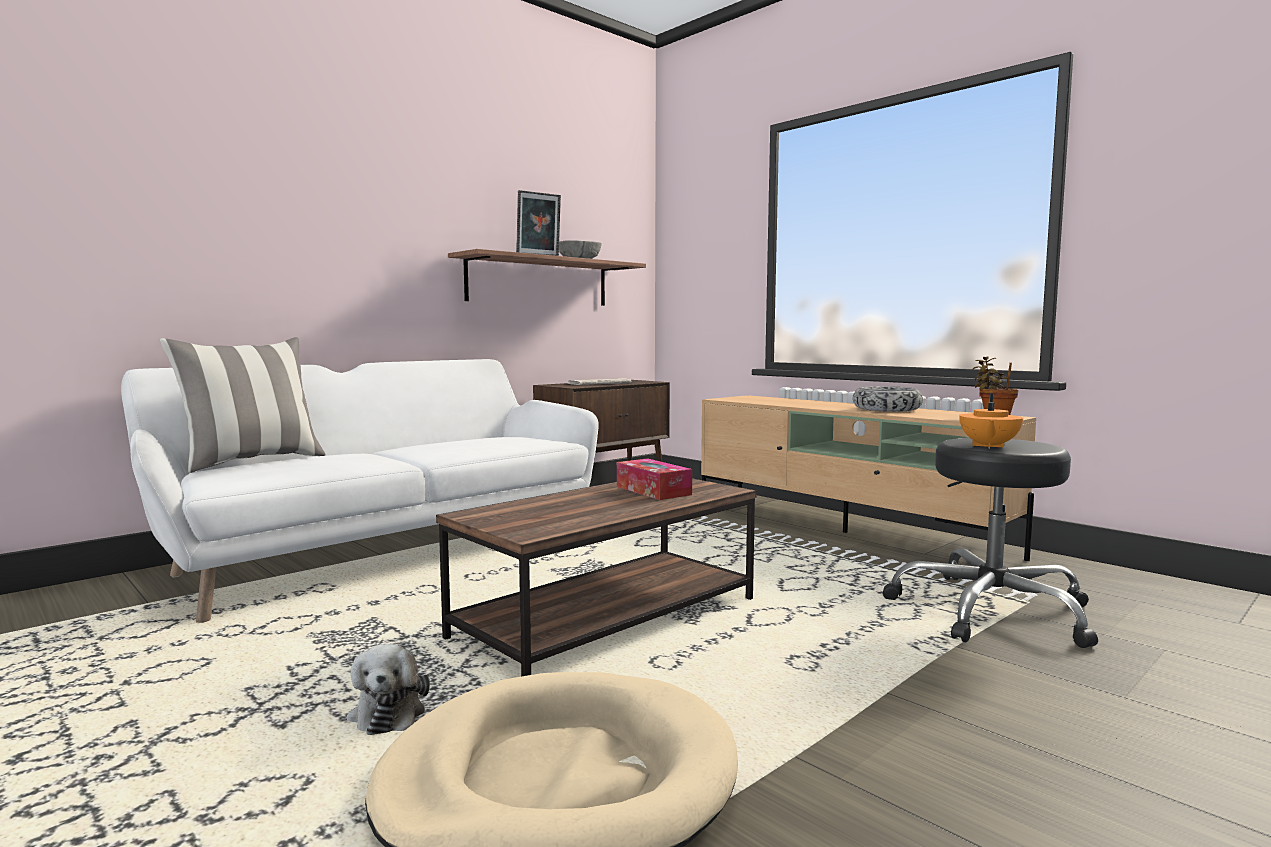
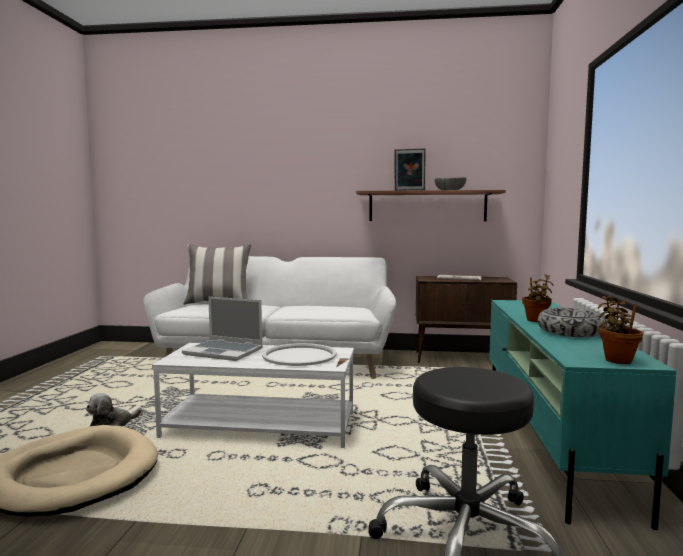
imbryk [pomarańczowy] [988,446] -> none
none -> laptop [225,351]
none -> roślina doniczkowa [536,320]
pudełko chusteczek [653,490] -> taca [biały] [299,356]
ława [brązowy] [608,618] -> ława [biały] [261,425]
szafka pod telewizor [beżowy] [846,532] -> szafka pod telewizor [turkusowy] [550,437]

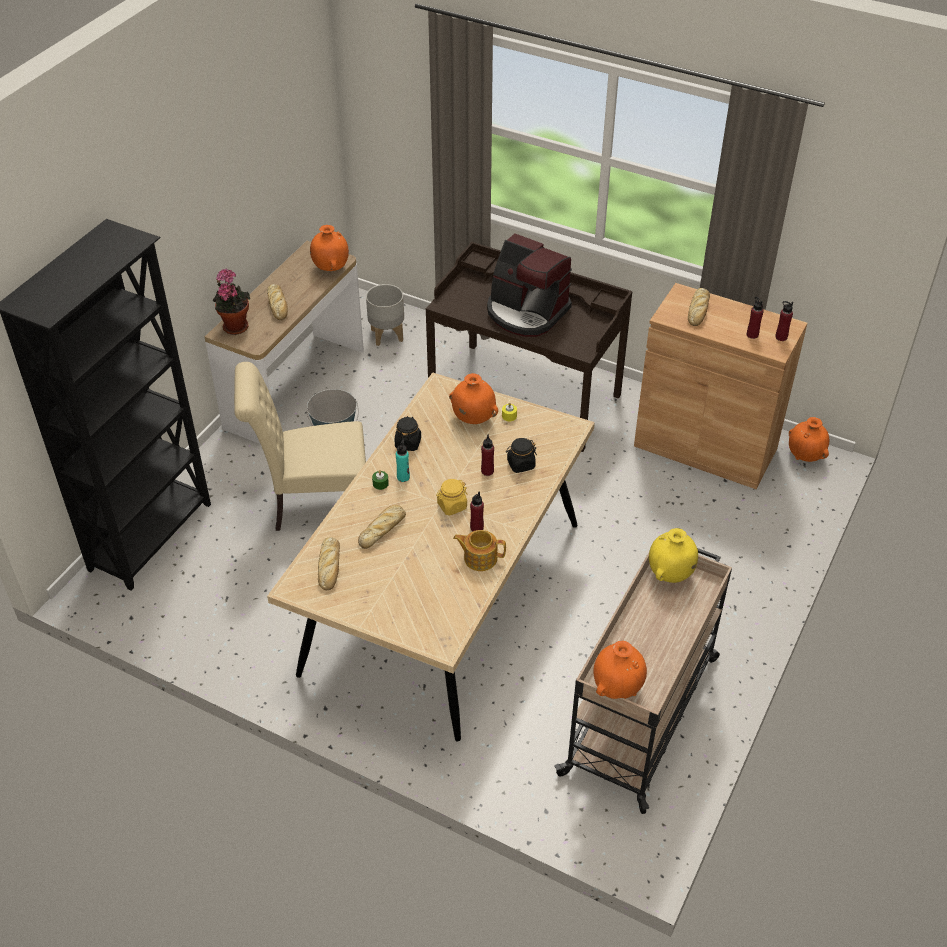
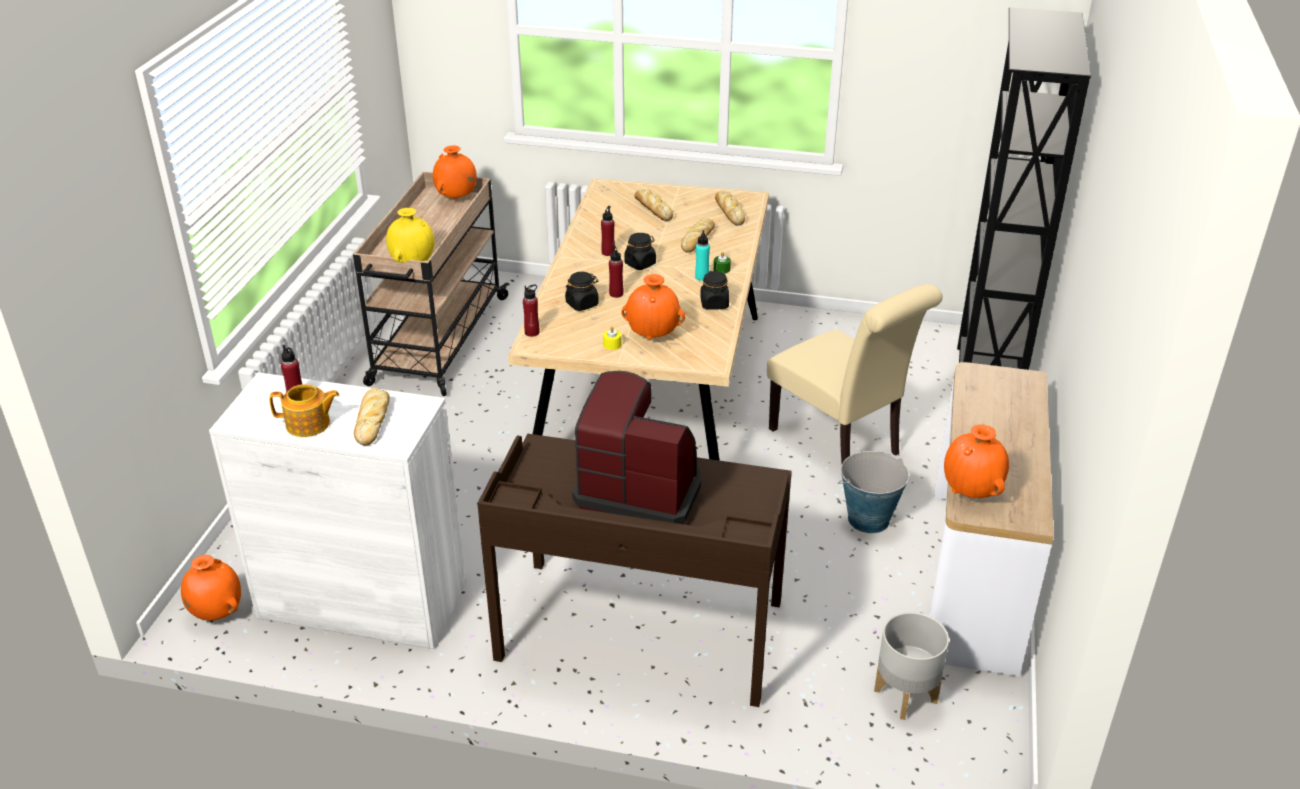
roślina doniczkowa [234,326] -> none
chleb [278,305] -> chleb [652,209], moved
imbryk [479,558] -> imbryk [309,424], moved
butelka [czerwony] [781,337] -> butelka [czerwony] [532,332], moved
słoik [żółty] [452,506] -> słoik [czarny] [640,264]
szafka [brązowy] [705,447] -> szafka [biały] [362,600]
krzesło [beżowy] [313,504] -> krzesło [beżowy] [840,444], 75 degrees clockwise

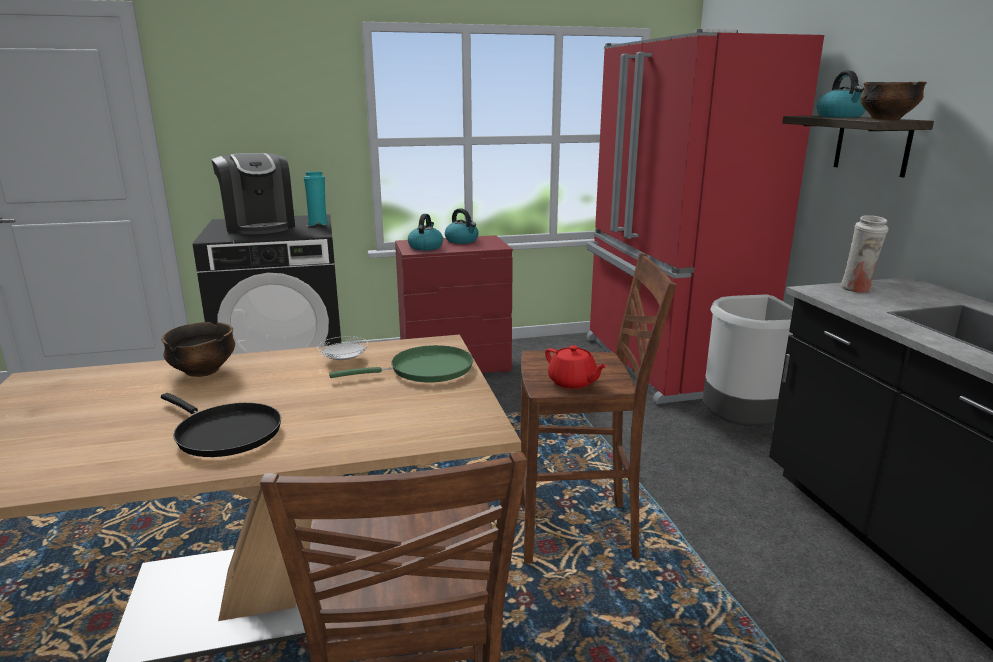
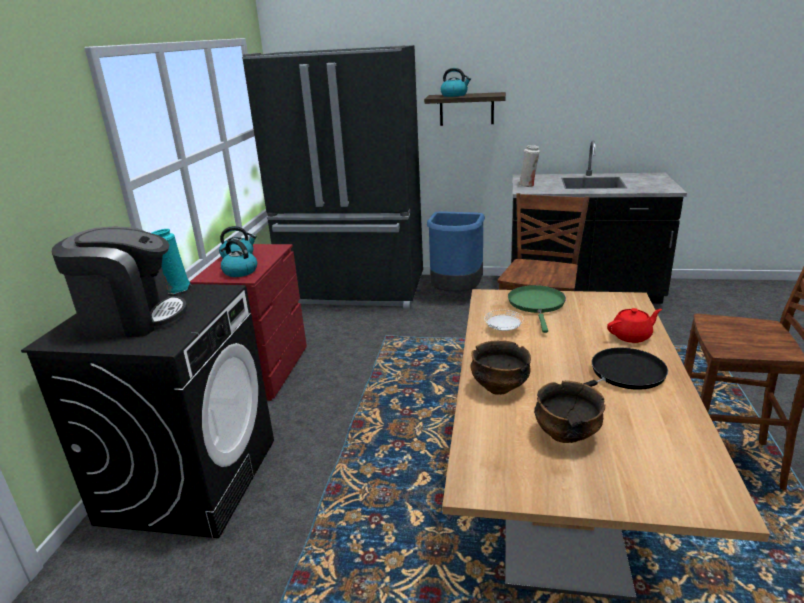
imbryk [czerwony] [573,382] -> imbryk [czerwony] [632,336], moved
miska [886,119] -> miska [566,434], moved
lodówka [czerwony] [665,364] -> lodówka [czarny] [354,291]
kosz na śmieci [szary] [741,427] -> kosz na śmieci [niebieski] [455,294]

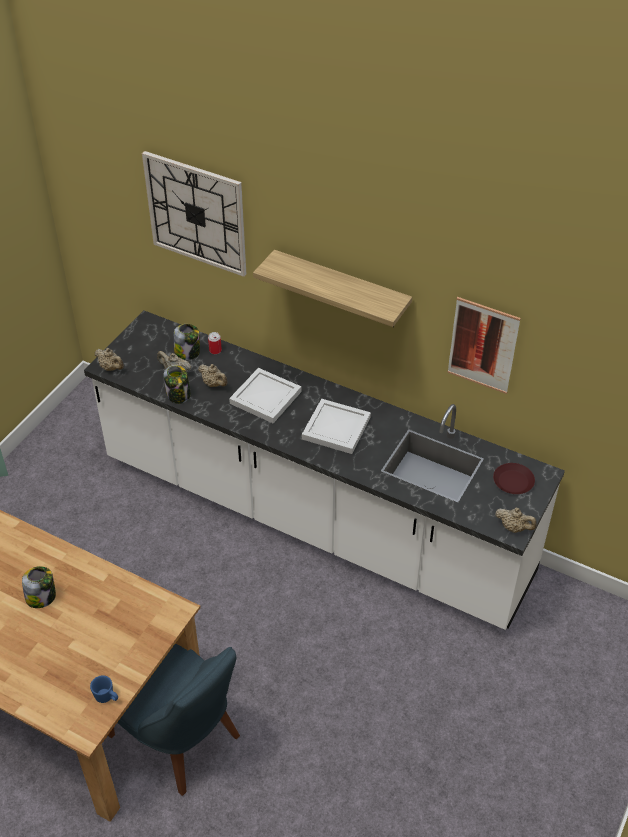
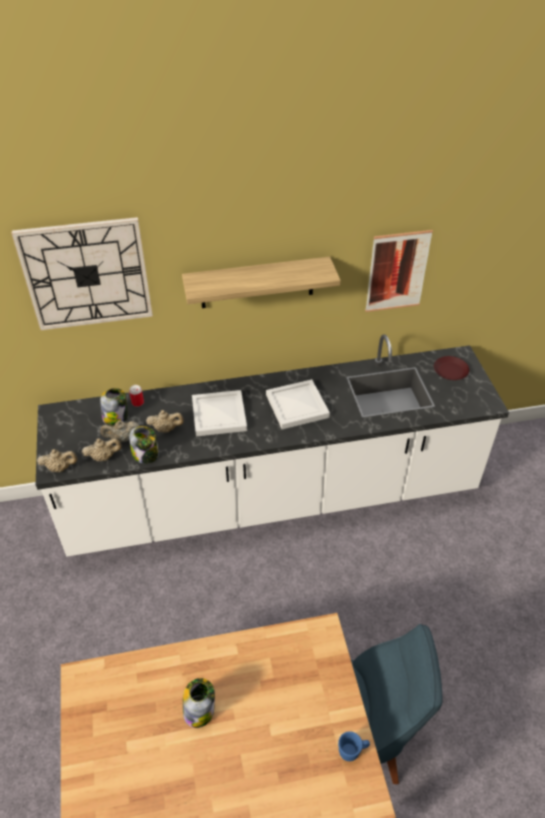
imbryk [beżowy] [514,528] -> imbryk [beżowy] [103,457], moved

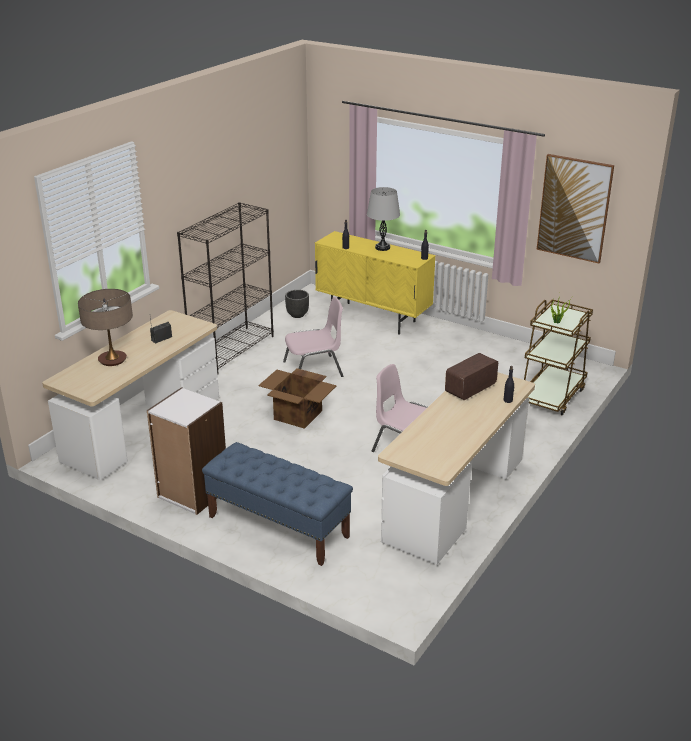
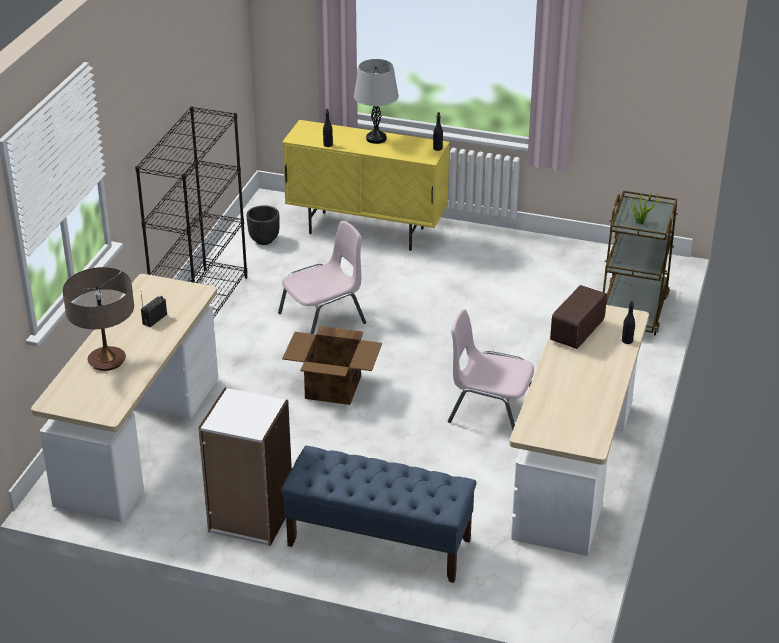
obraz [574,208] -> none

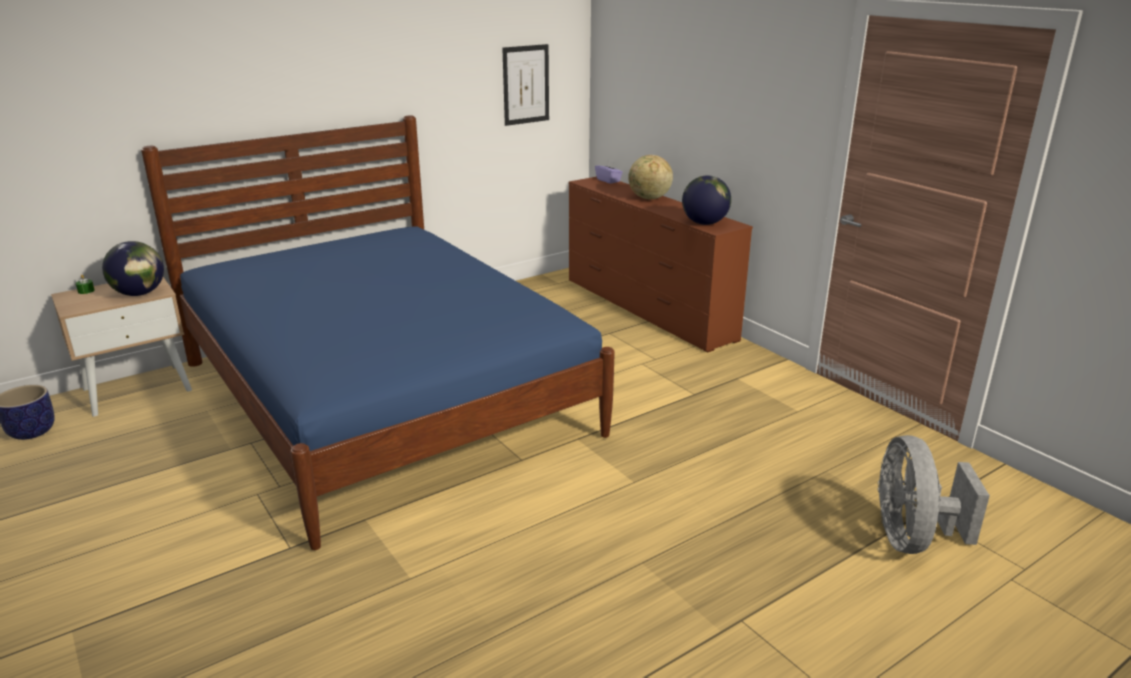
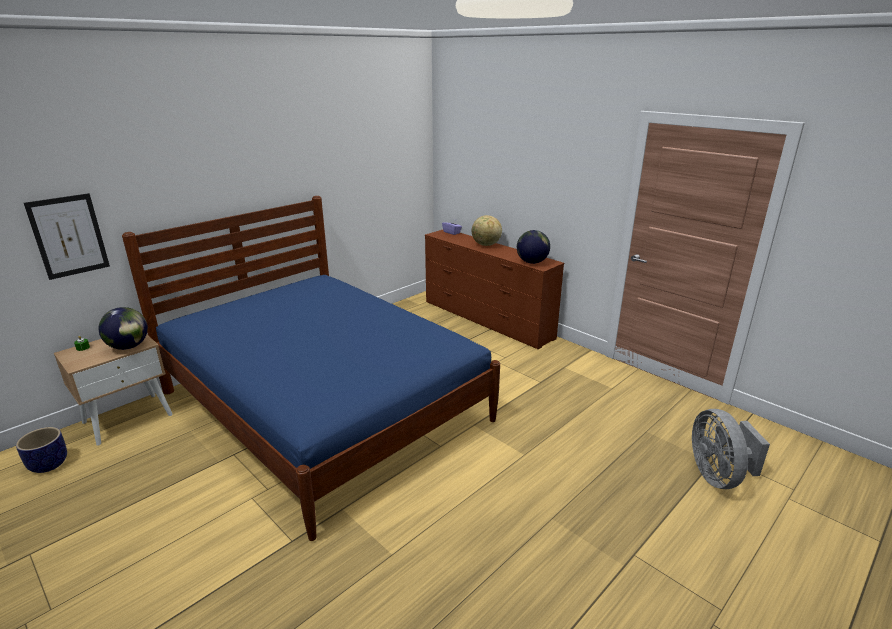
obraz [526,84] -> obraz [69,236], moved

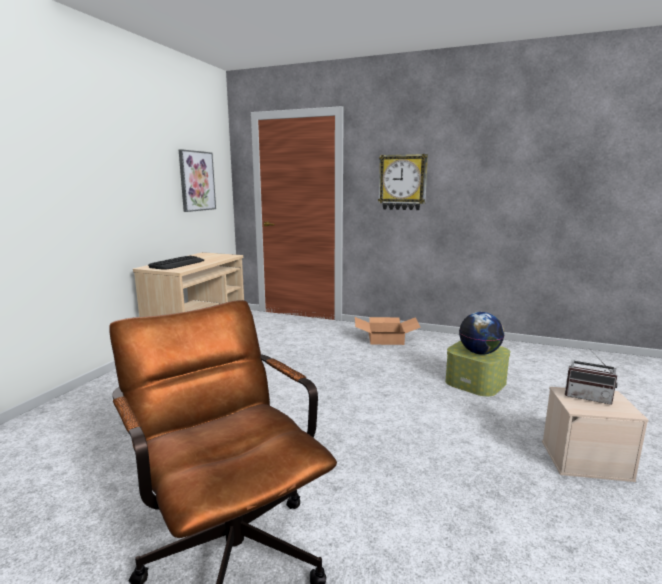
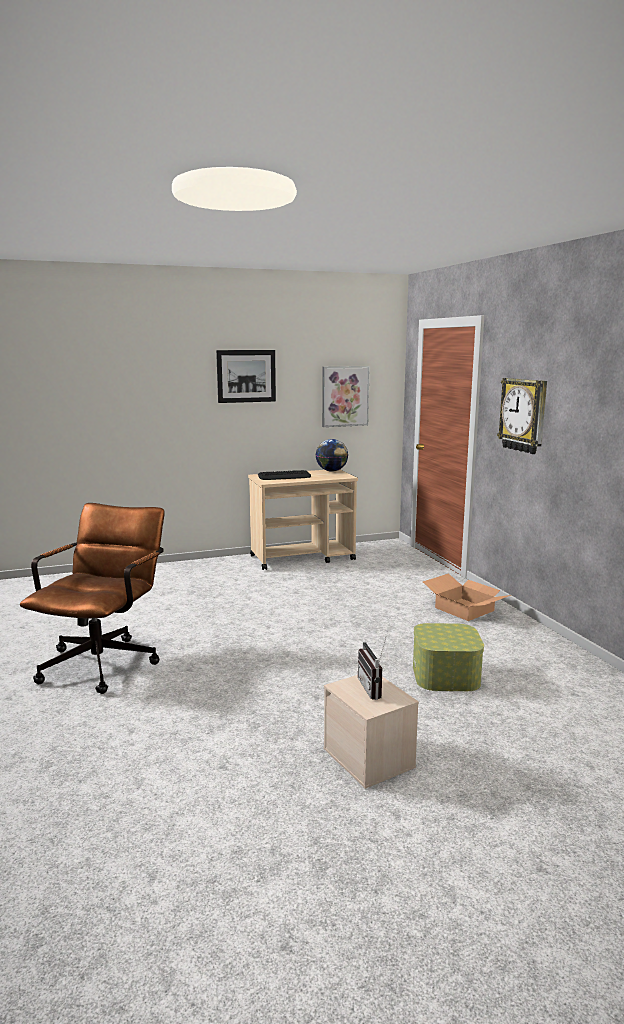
none -> obraz [246,376]
globus [479,352] -> globus [331,471], moved

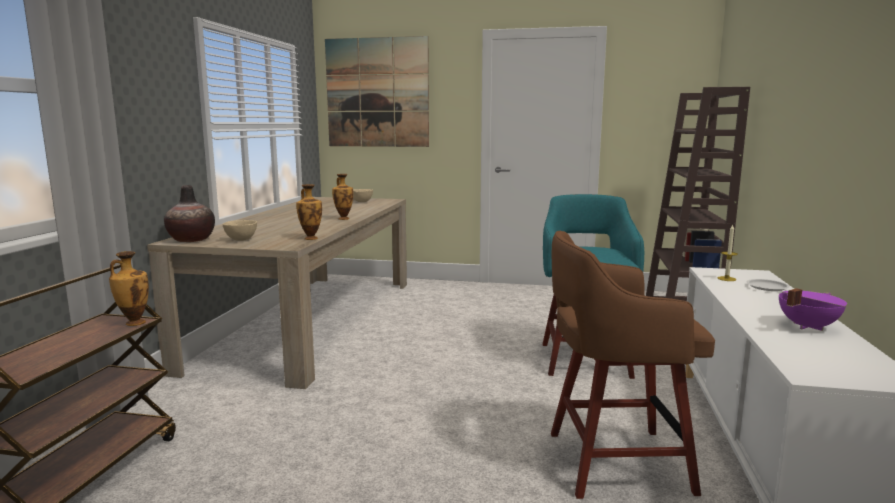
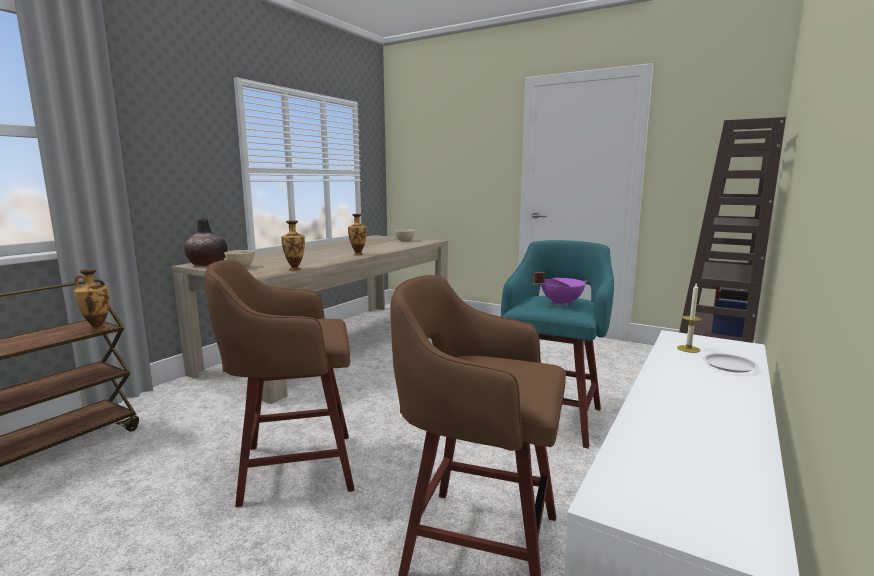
obraz [377,93] -> none
none -> stołek [brązowy] [293,468]
garnek [fioletowy] [806,326] -> garnek [fioletowy] [560,303], moved

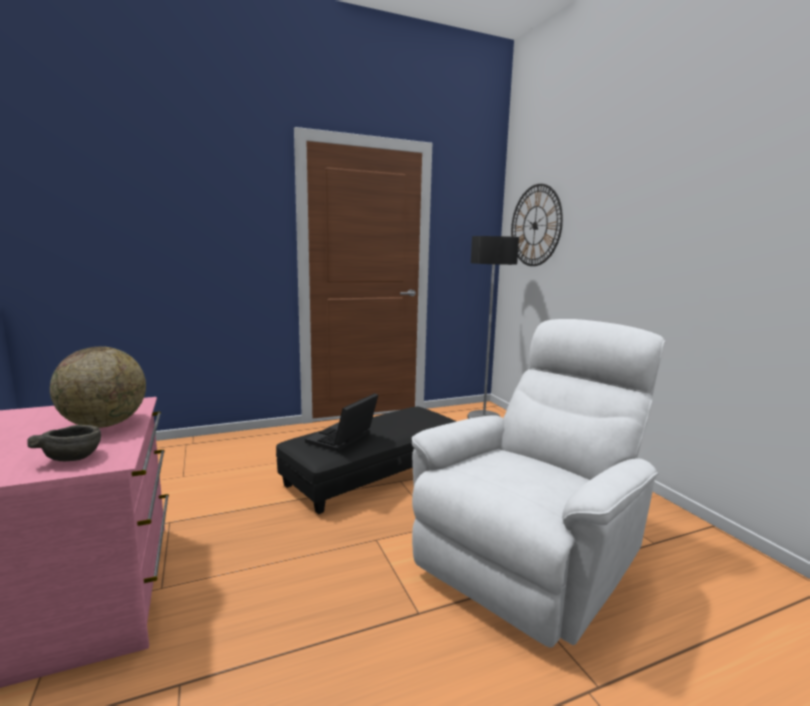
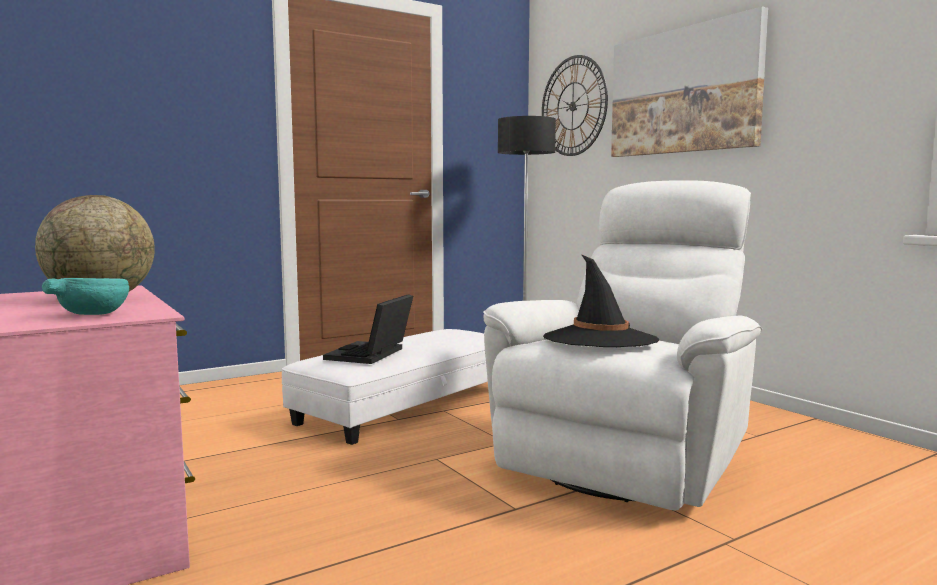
none -> kapelusz [czarny] [600,339]
none -> obraz [683,91]
miska [szary] [73,457] -> miska [turkusowy] [93,314]
pufa [czarny] [375,472] -> pufa [biały] [407,405]

